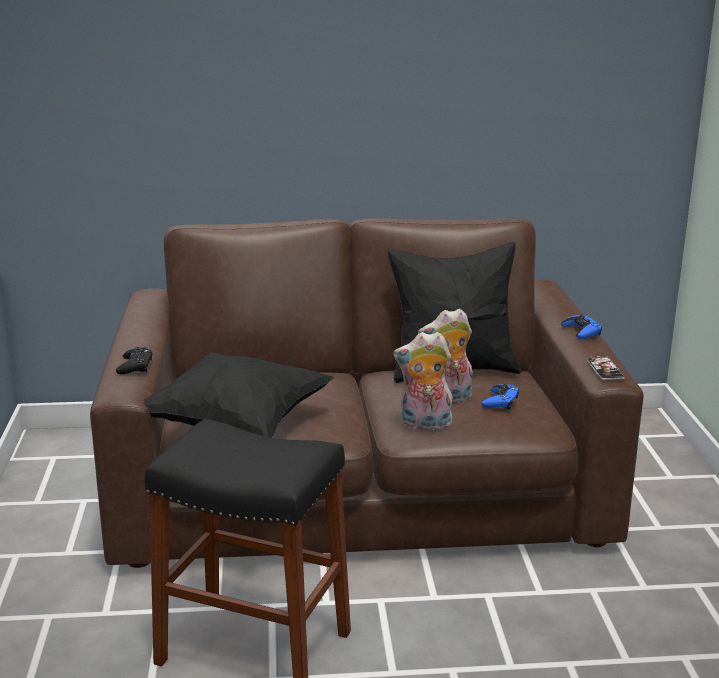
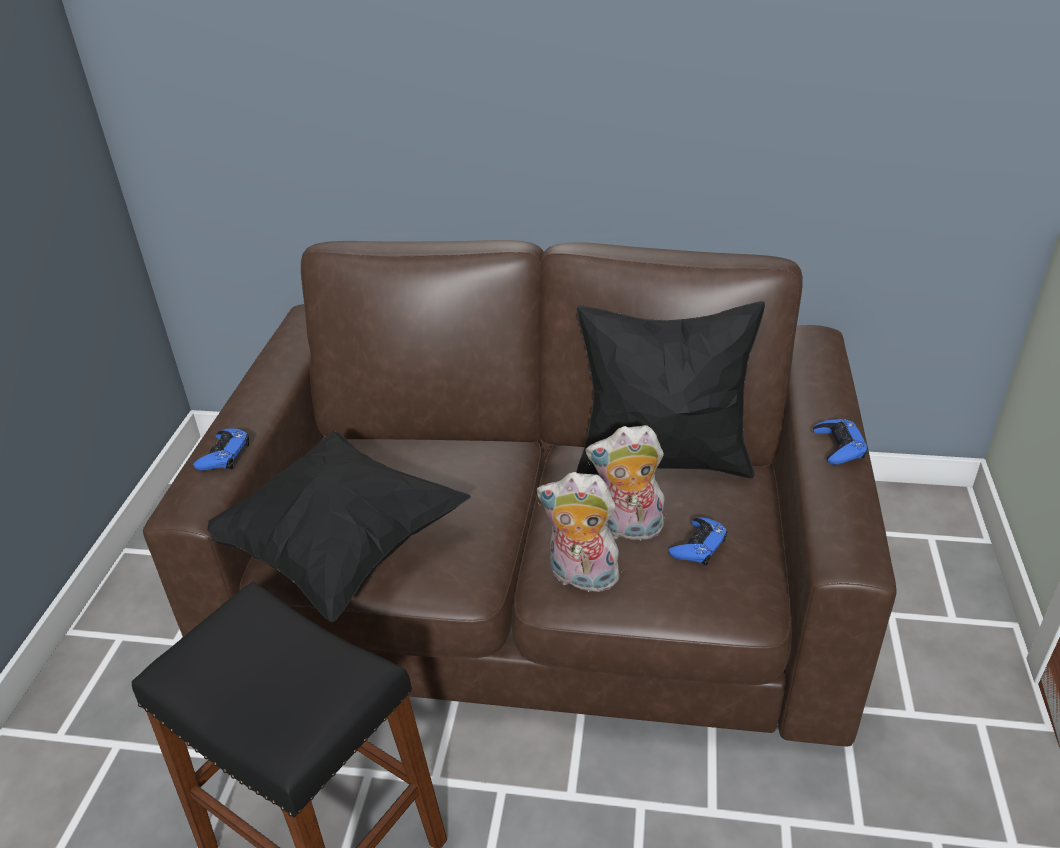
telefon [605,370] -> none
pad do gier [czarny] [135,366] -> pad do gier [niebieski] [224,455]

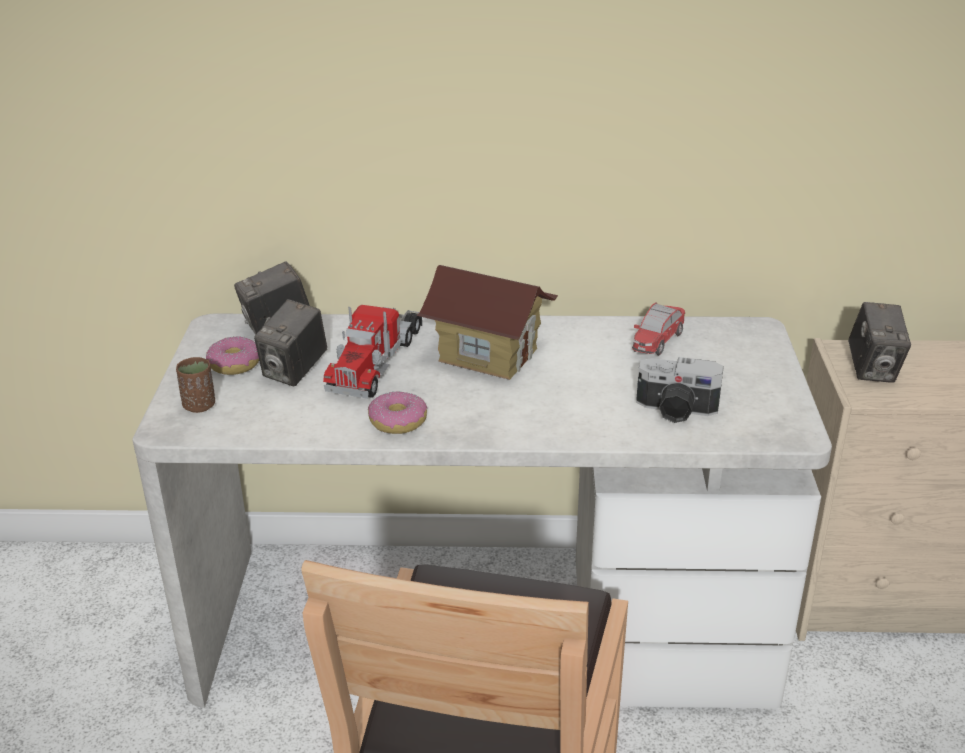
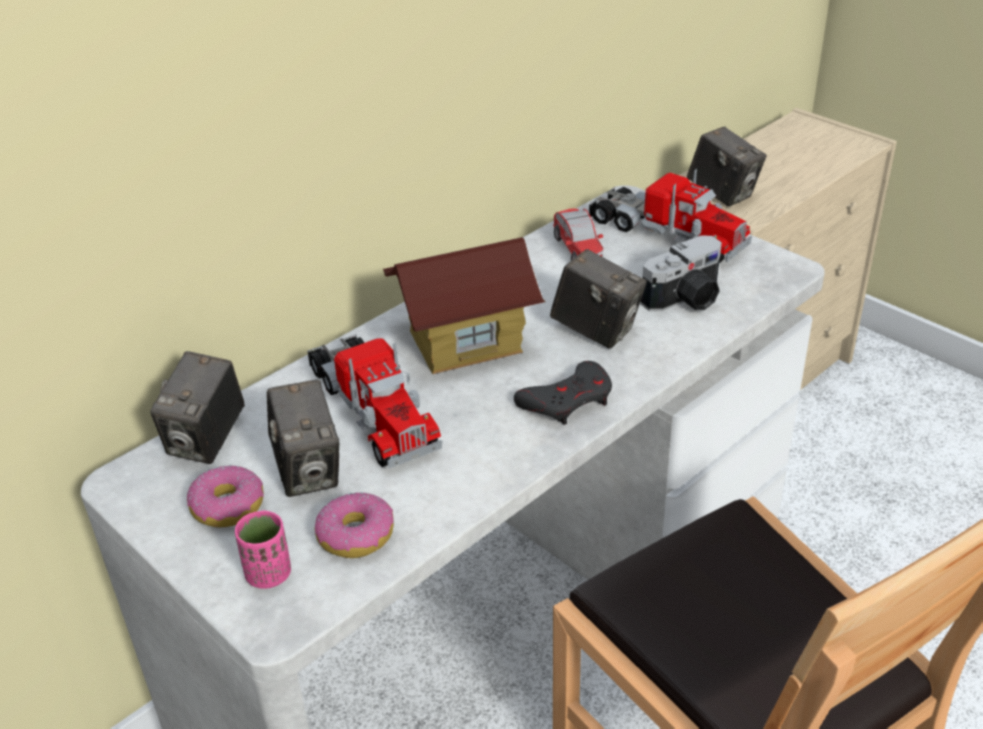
none -> pad do gier [szary] [568,400]
none -> aparat fotograficzny [596,330]
none -> ciężarówka zabawkowa [666,234]
donut [398,421] -> donut [356,535], moved
filiżanka [brązowy] [199,405] -> filiżanka [różowy] [269,574]

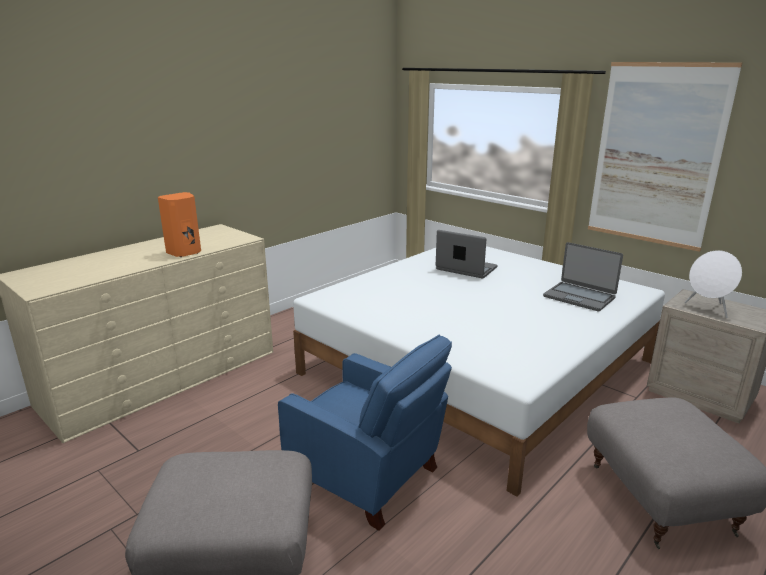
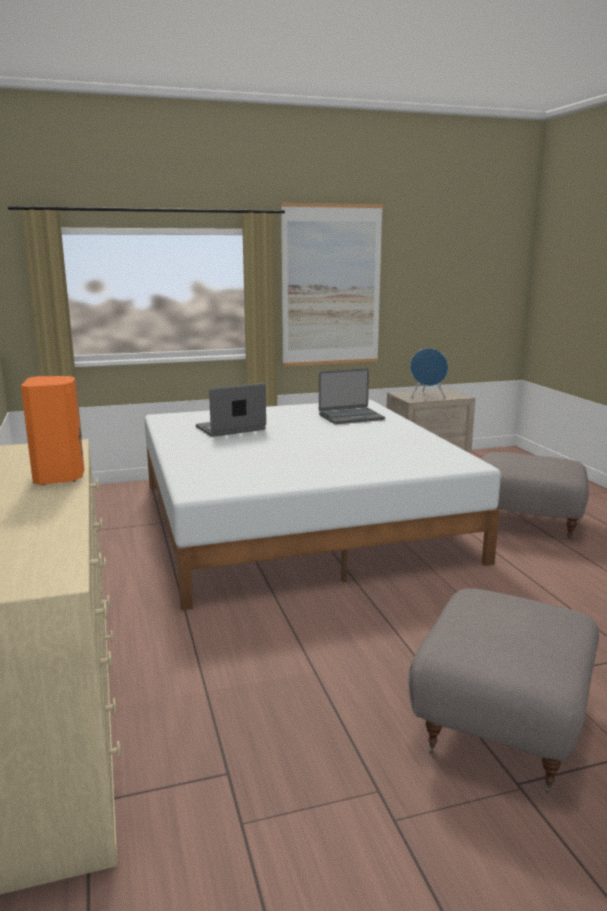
fotel [niebieski] [368,477] -> none
głośnik [biały] [708,309] -> głośnik [niebieski] [427,397]

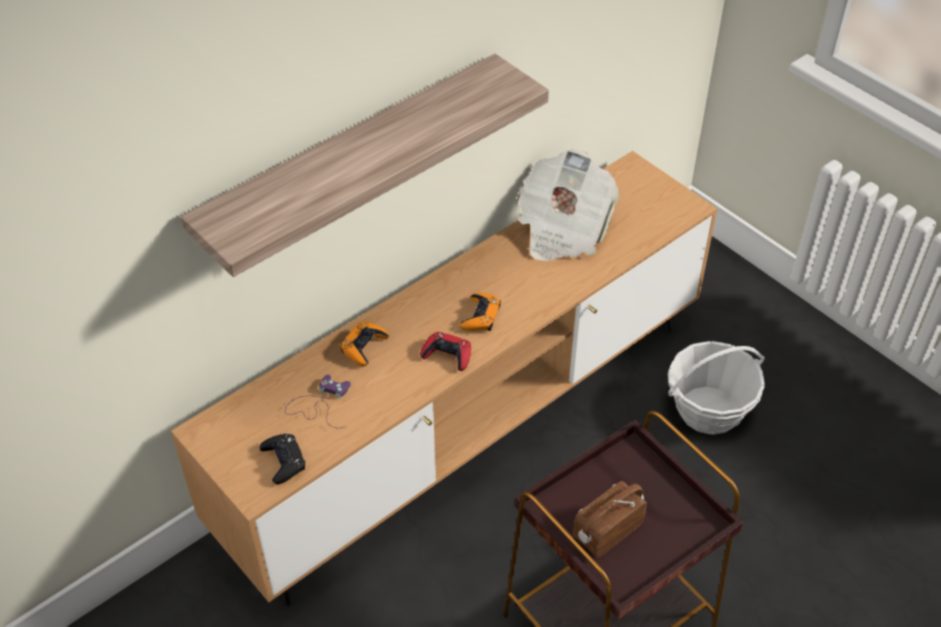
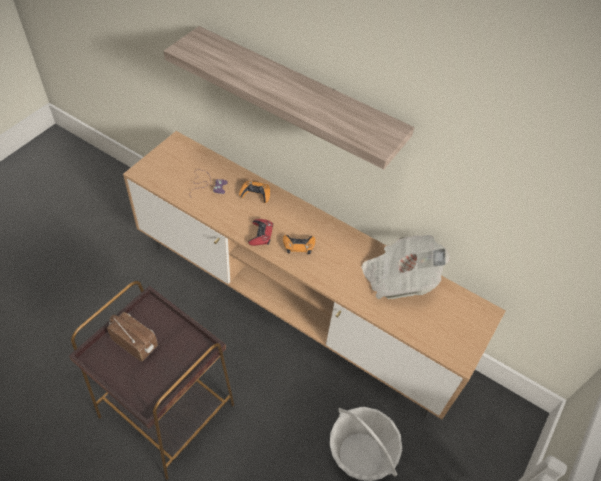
pad do gier [czarny] [283,461] -> none

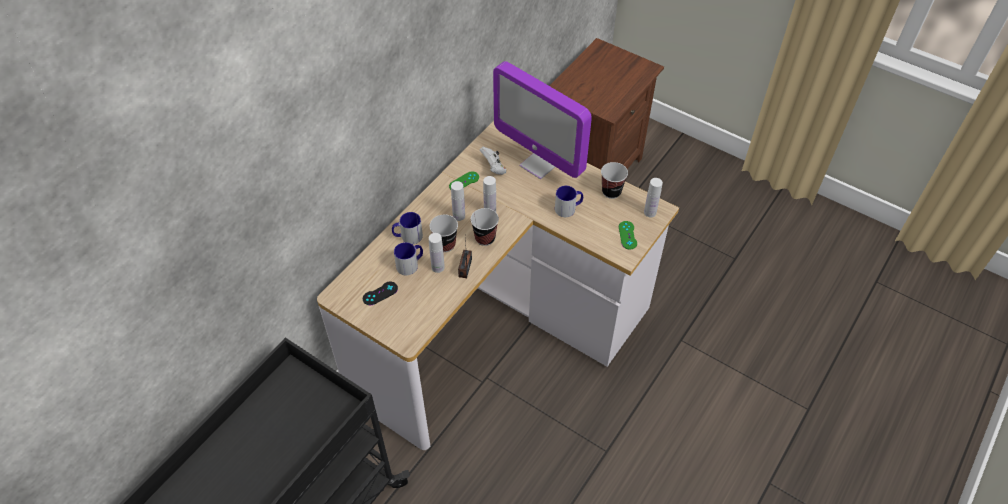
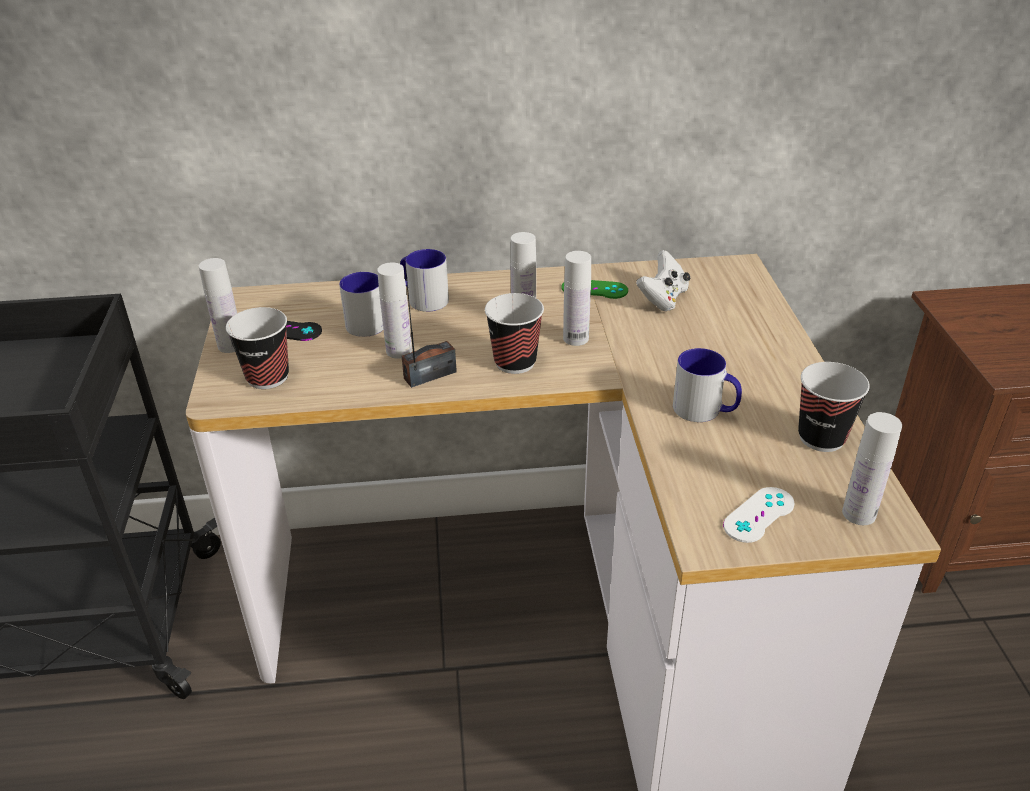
monitor [540,164] -> none
none -> butelka [biały] [230,345]
filiżanka [445,244] -> filiżanka [267,377], moved
pad do gier [zielony] [627,235] -> pad do gier [biały] [759,515]

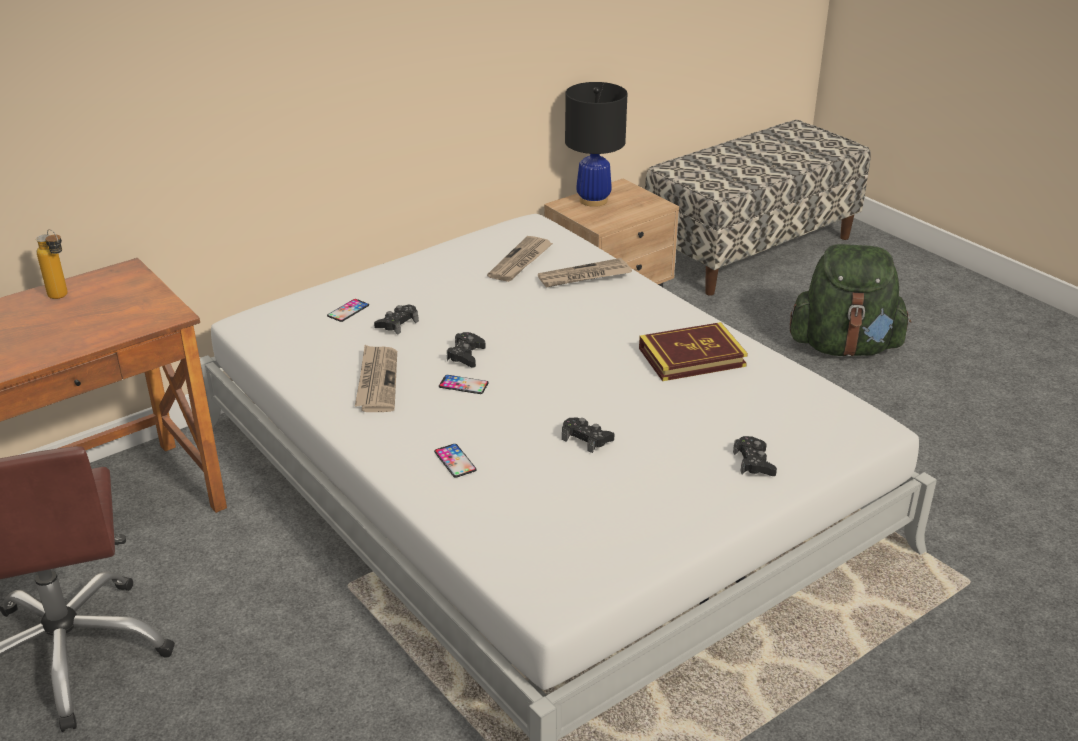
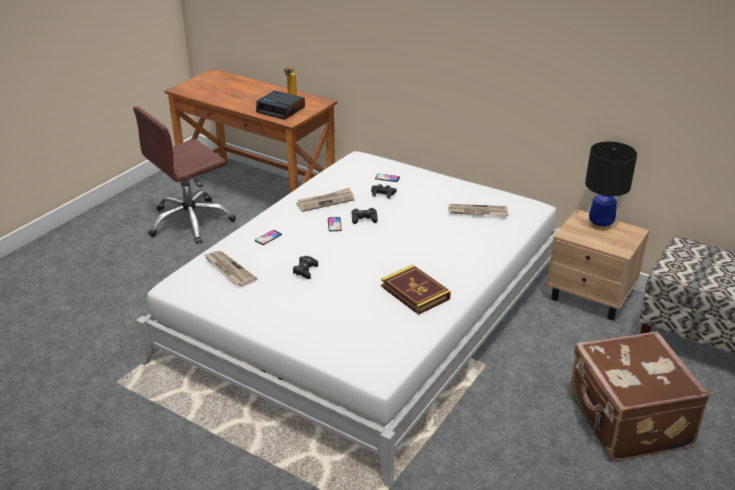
pad do gier [czarny] [754,463] -> none
none -> budzik [281,110]
gazeta [584,276] -> gazeta [228,270], moved
plecak [zielony] [844,347] -> walizka [brązowy] [626,421]

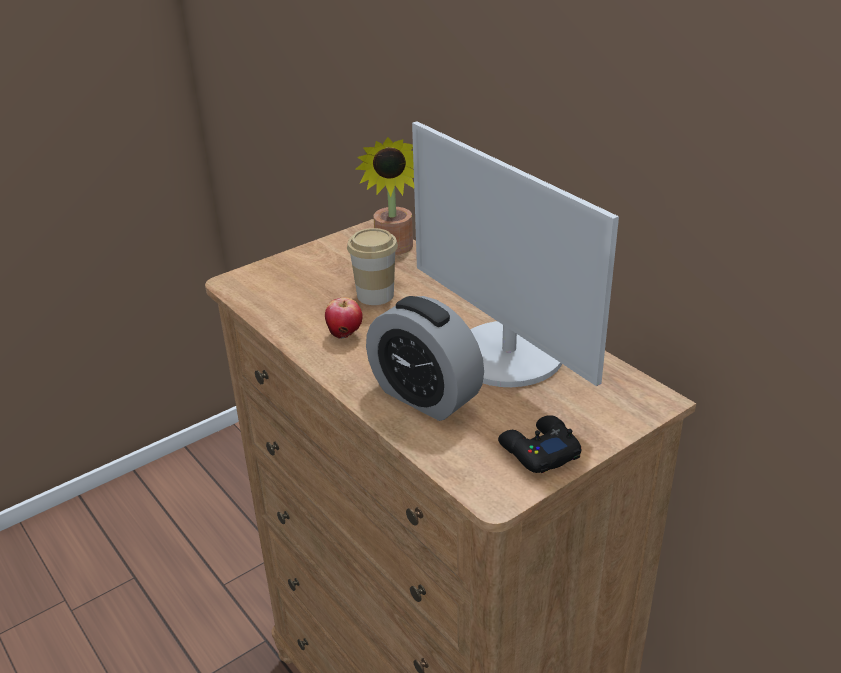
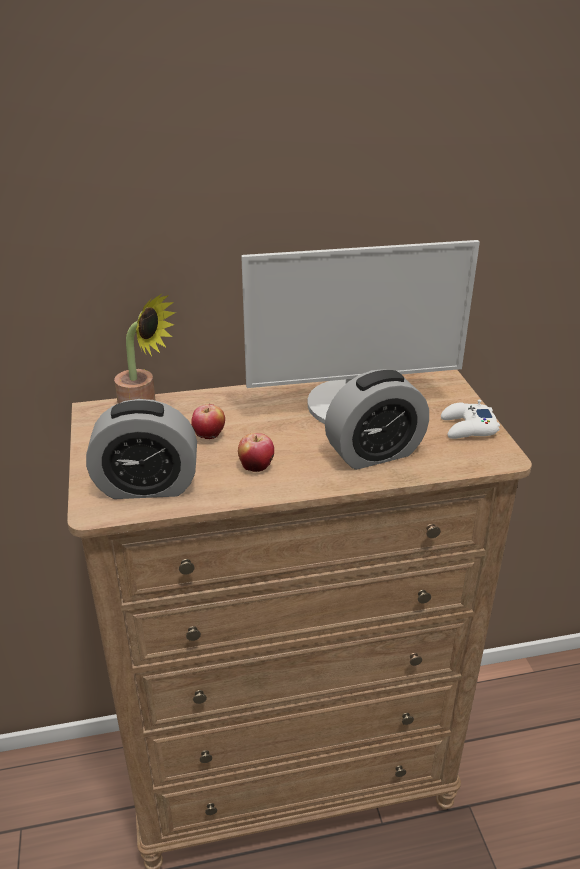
none -> budzik [147,486]
filiżanka [375,295] -> jabłko [209,437]
pad do gier [czarny] [538,451] -> pad do gier [biały] [468,428]

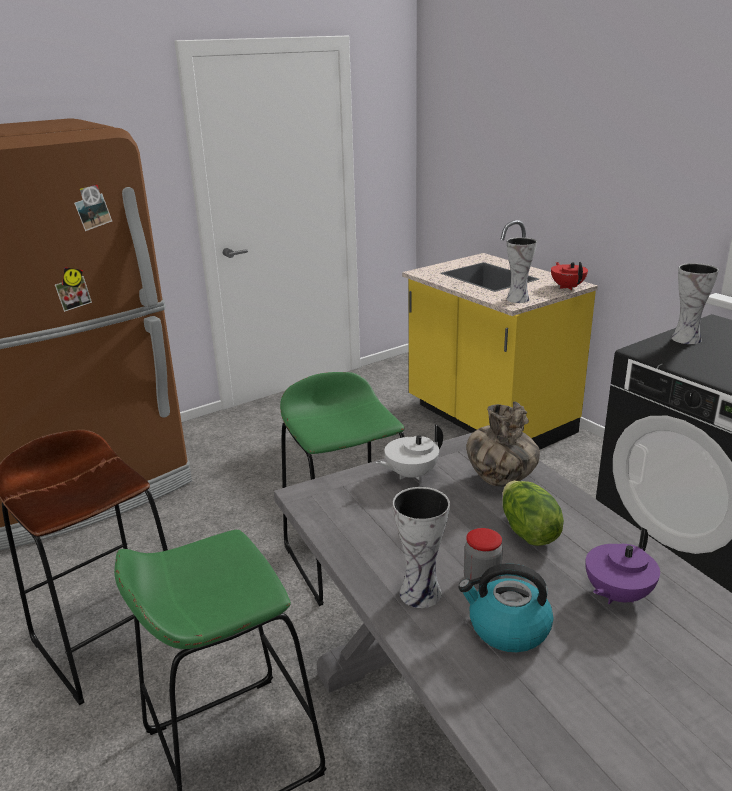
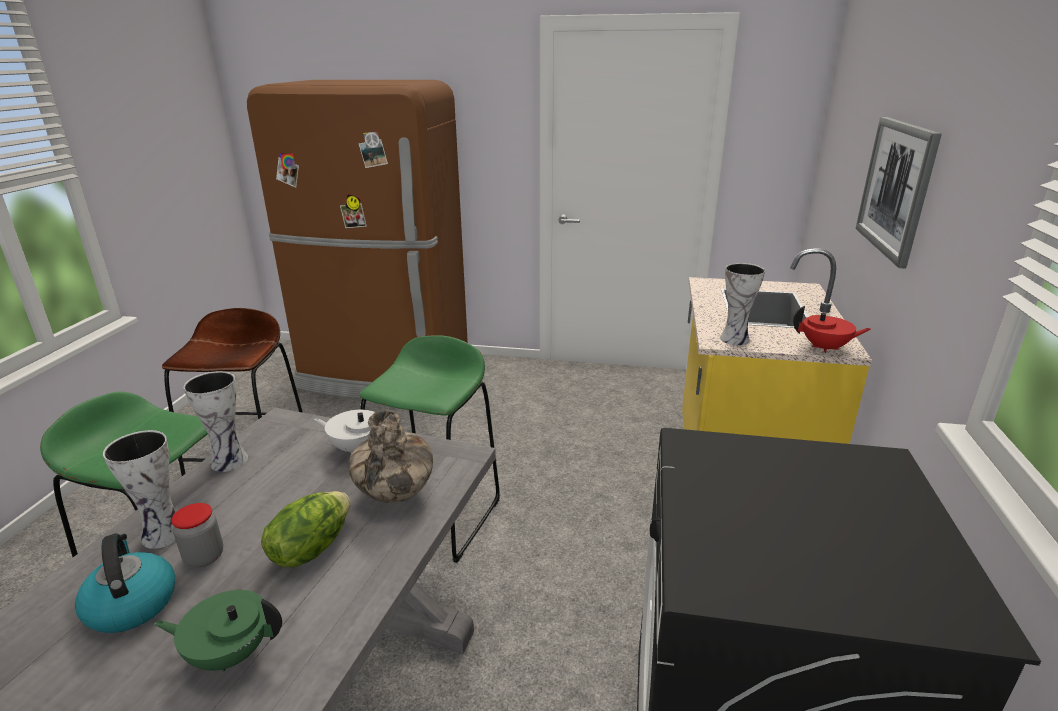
none -> obraz [896,188]
wazon [685,338] -> wazon [231,460], moved
imbryk [fioletowy] [616,595] -> imbryk [zielony] [230,653]
imbryk [czerwony] [567,287] -> imbryk [czerwony] [825,348], 75 degrees clockwise

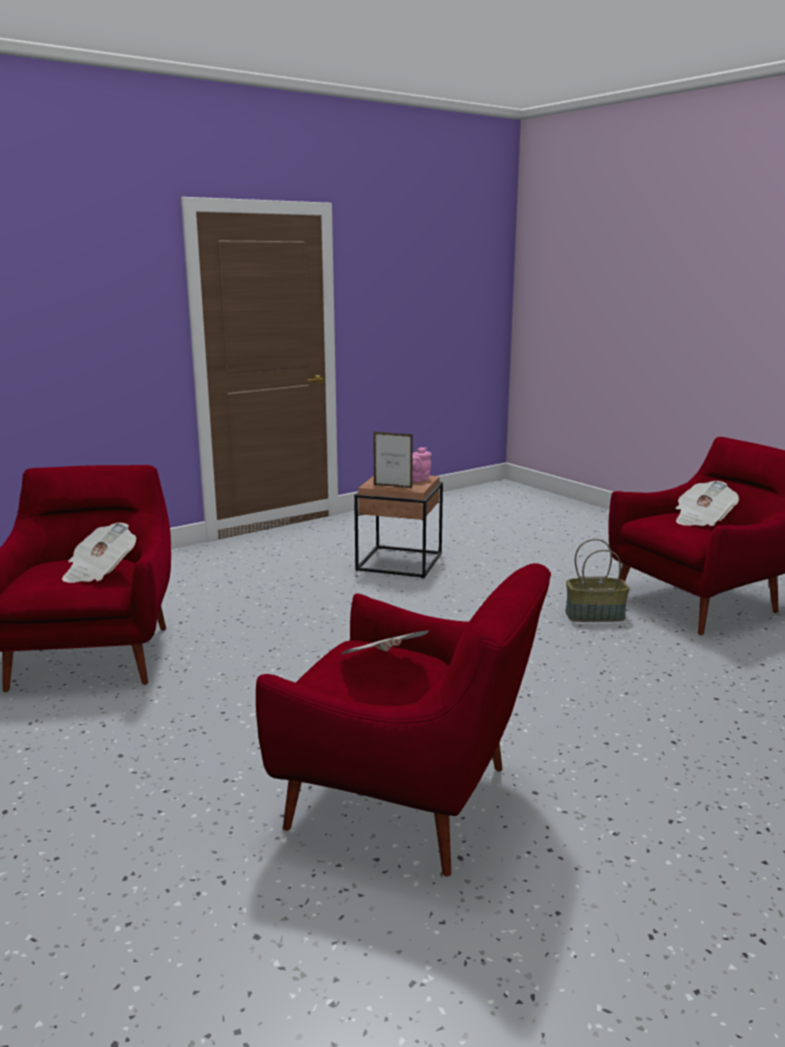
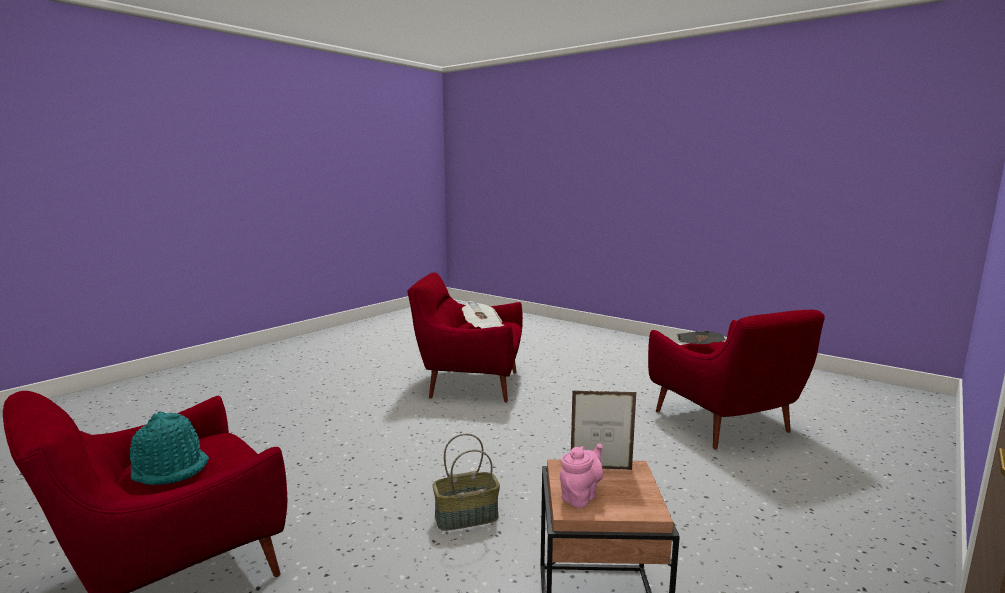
koszyk [595,615] -> koszyk [466,518], moved
gazeta [702,520] -> kapelusz [turkusowy] [170,469]

